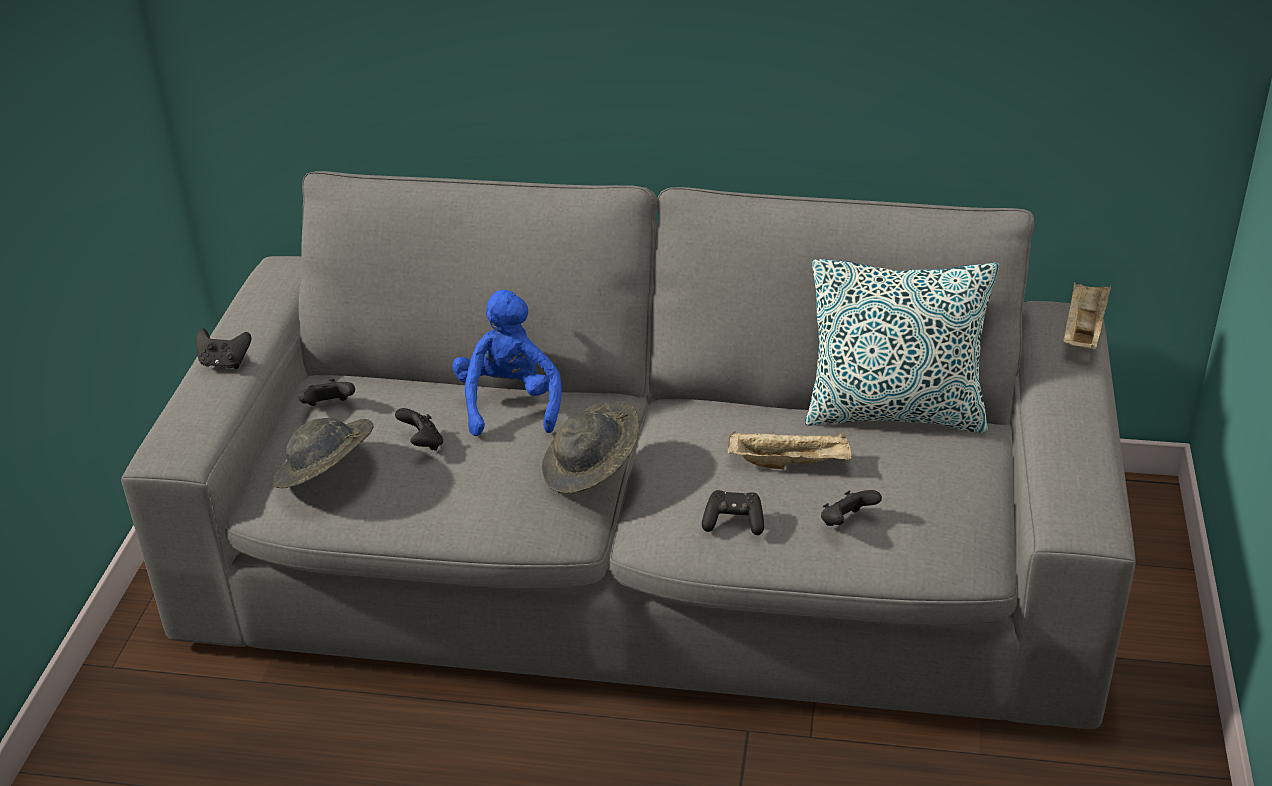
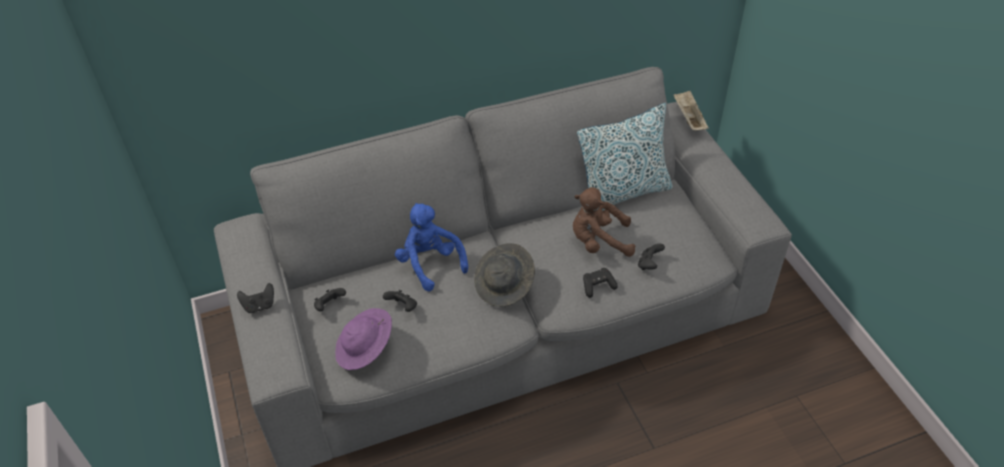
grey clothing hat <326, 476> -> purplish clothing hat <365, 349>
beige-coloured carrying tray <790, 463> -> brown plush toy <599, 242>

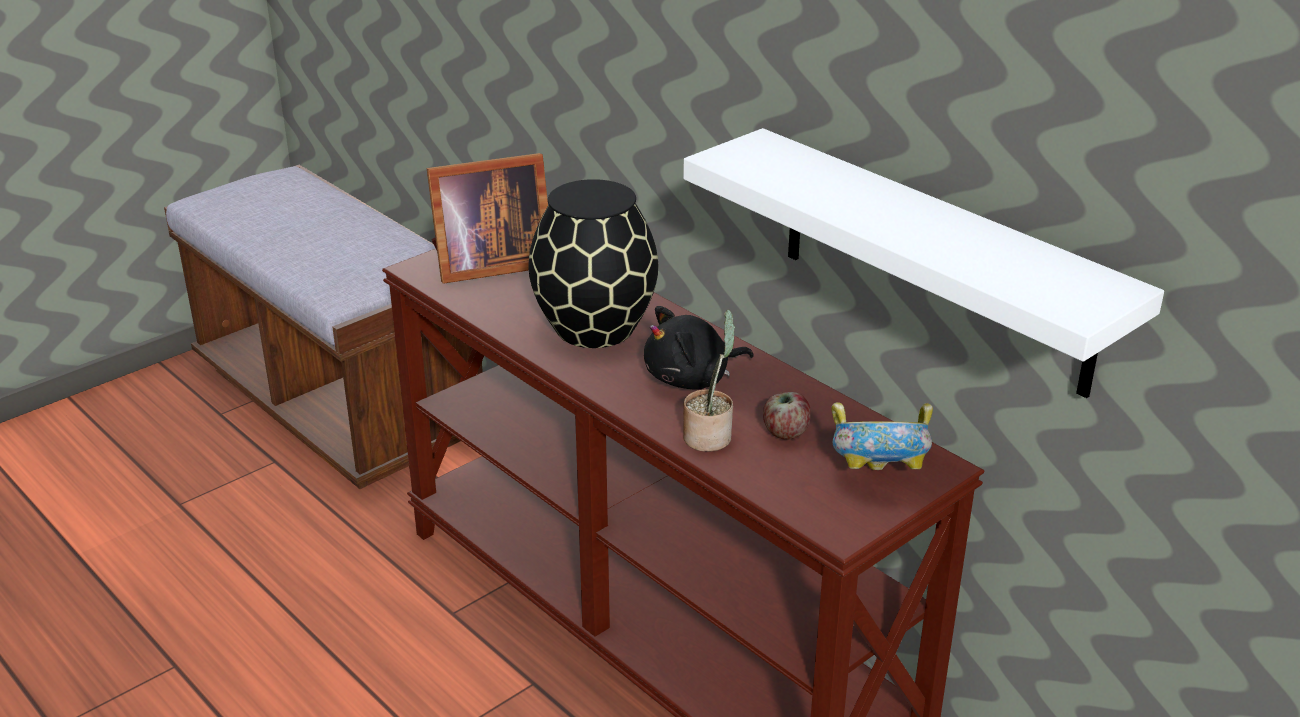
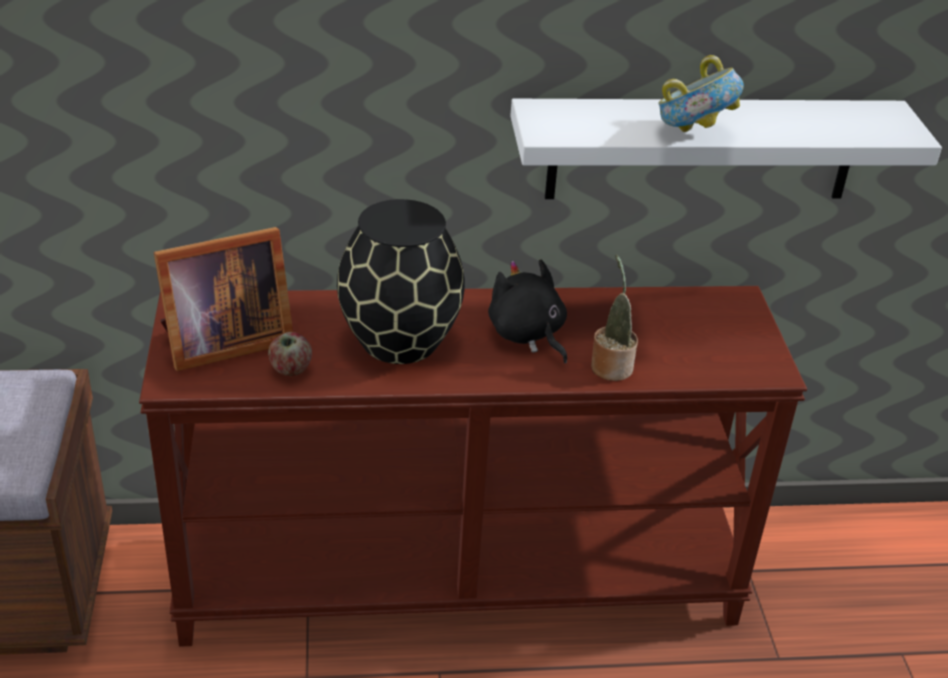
picture frame <487, 264> -> picture frame <222, 343>, 45 degrees clockwise
black-coloured plush toy <692, 379> -> black-coloured plush toy <527, 335>, 135 degrees clockwise
apple fruit <785, 433> -> apple fruit <290, 370>, move
serving bowl <878, 475> -> serving bowl <693, 134>, move

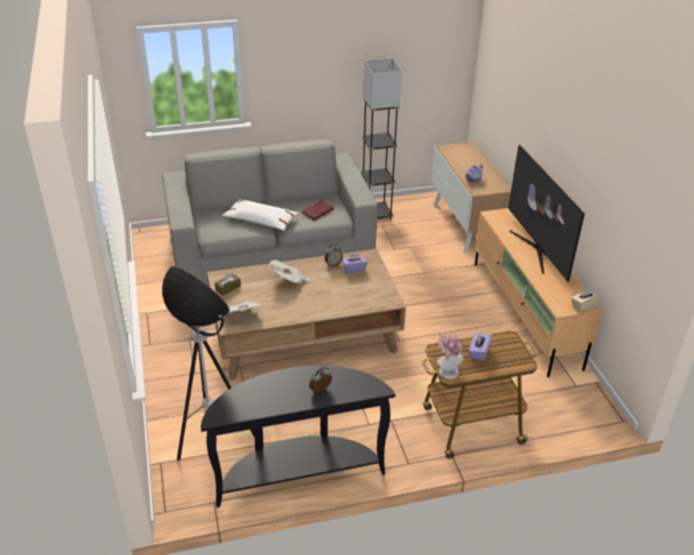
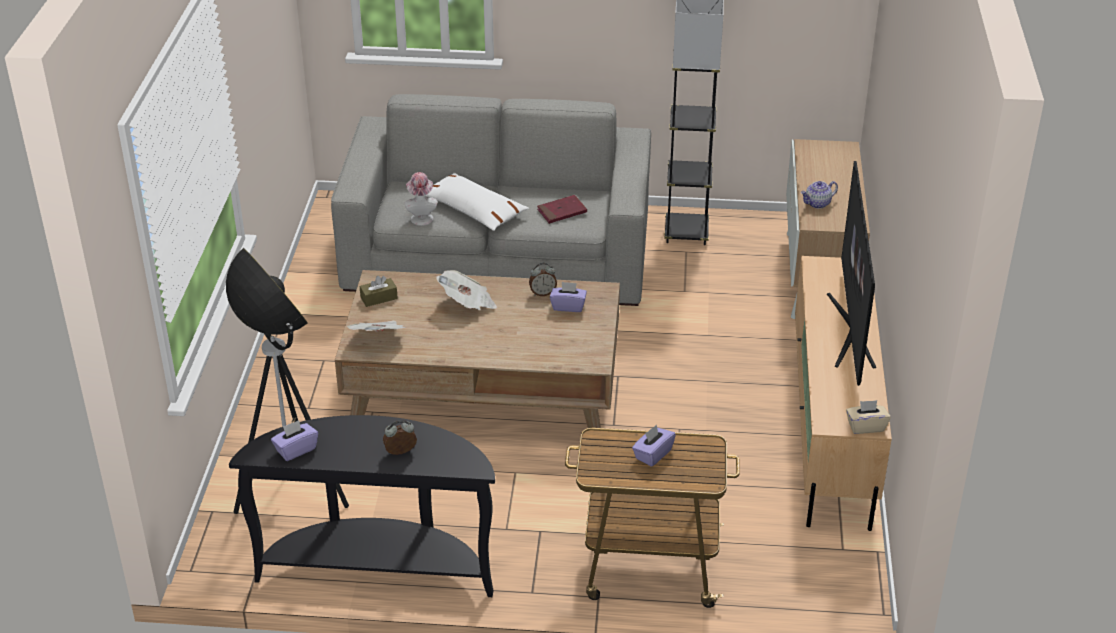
clothing hat <447, 370> -> clothing hat <421, 217>, move
none -> purplish tissue box <296, 449>

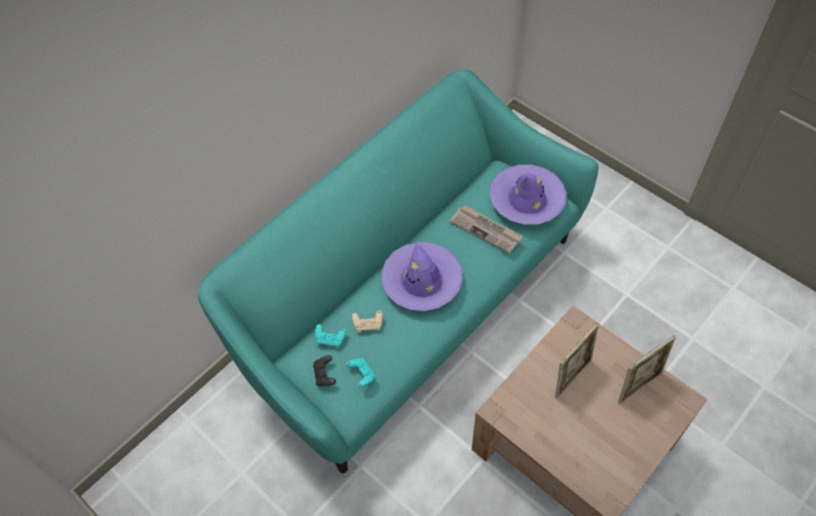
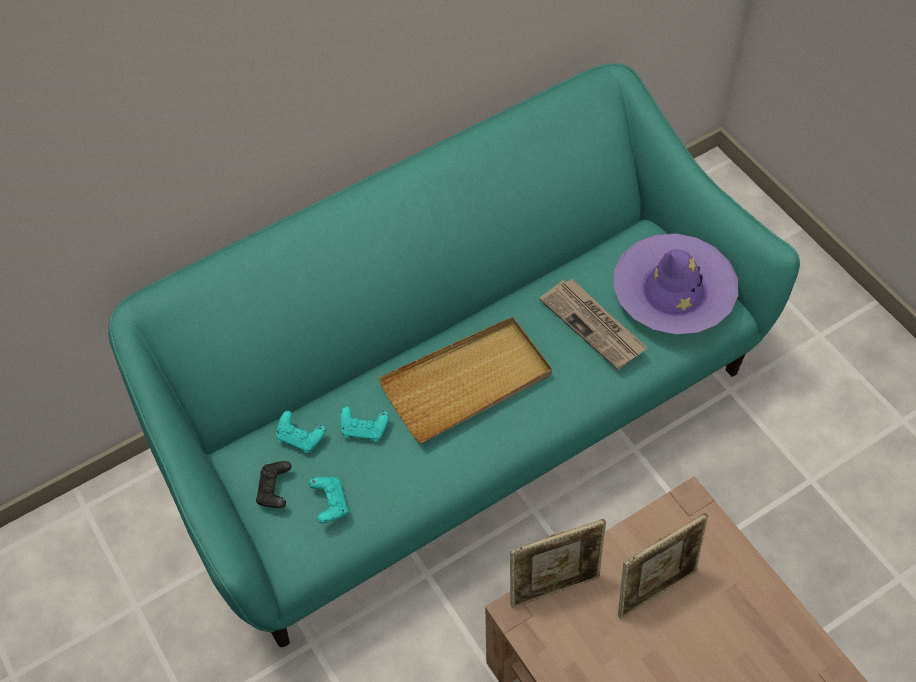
purplish clothing hat <422, 281> -> beige-coloured carrying tray <467, 382>
beige-coloured gamepad <368, 324> -> turquoise-coloured gamepad <364, 429>
picture frame <638, 385> -> picture frame <554, 587>, move

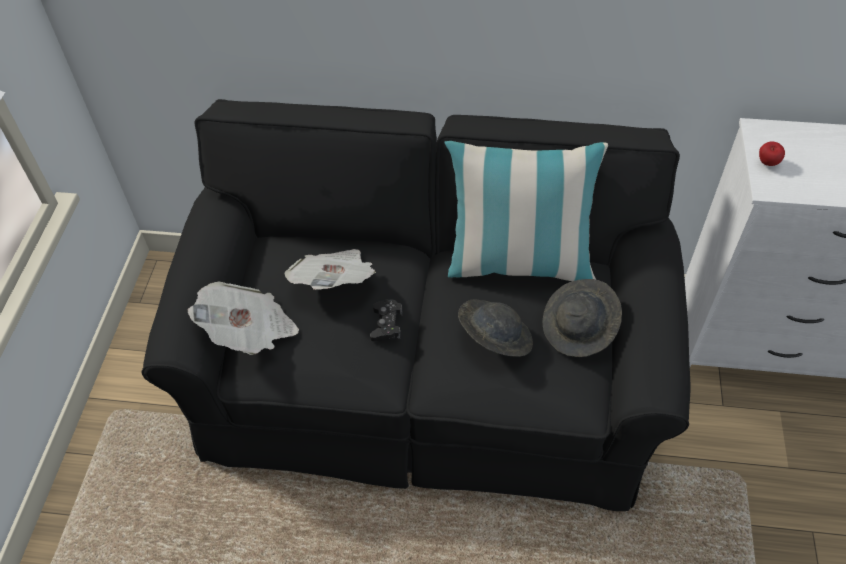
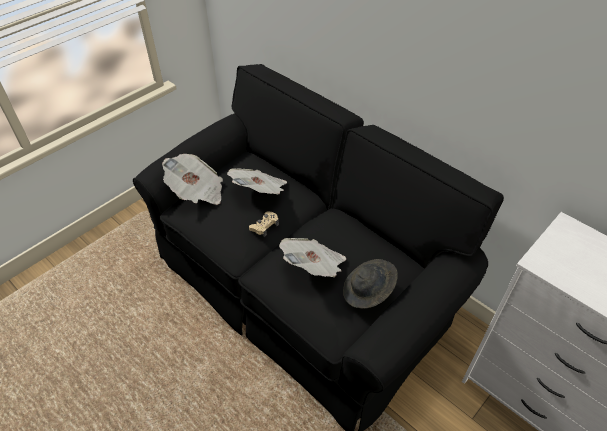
pillow <519, 263> -> none
apple fruit <767, 164> -> none
black-coloured gamepad <386, 324> -> beige-coloured gamepad <264, 226>
grey clothing hat <494, 338> -> daily paper <314, 267>

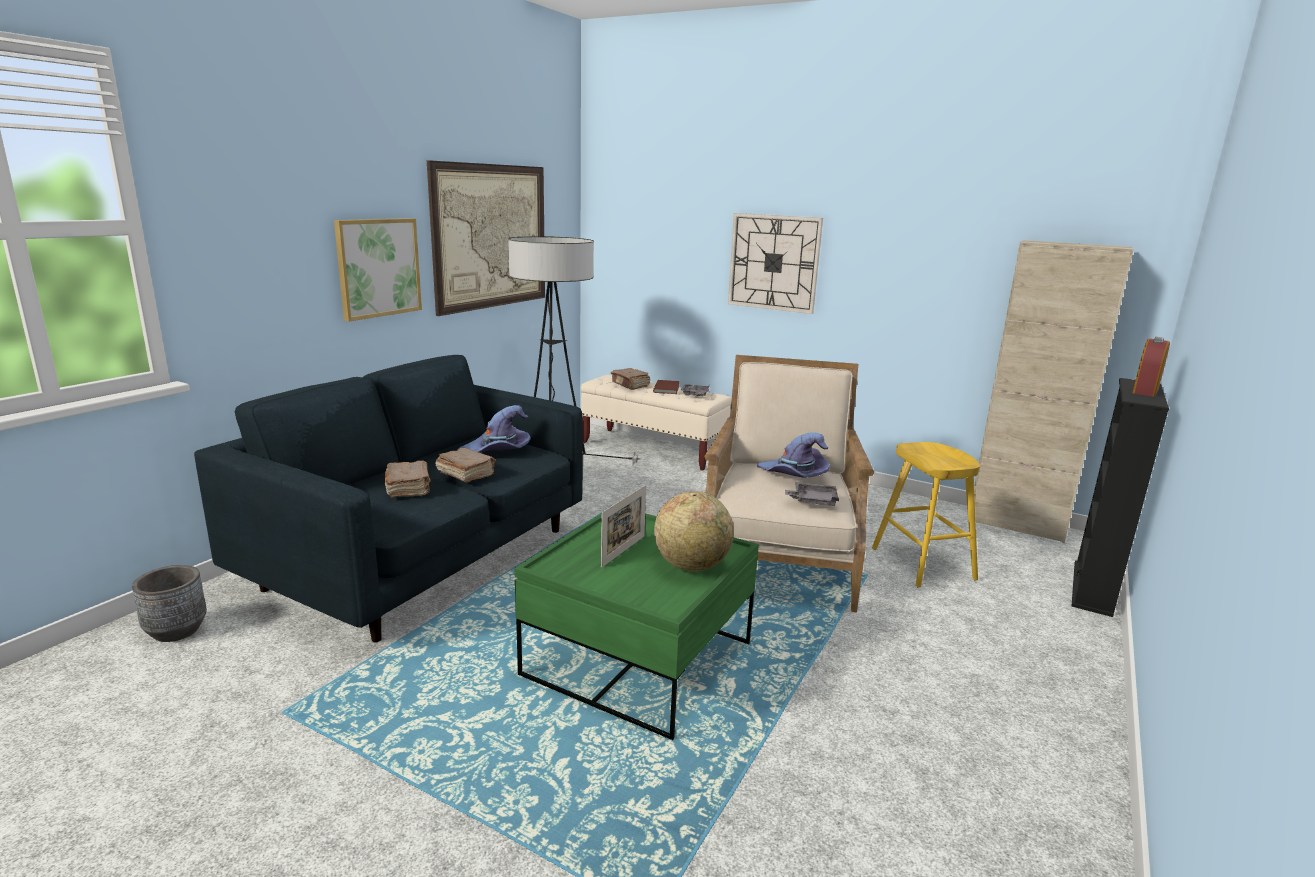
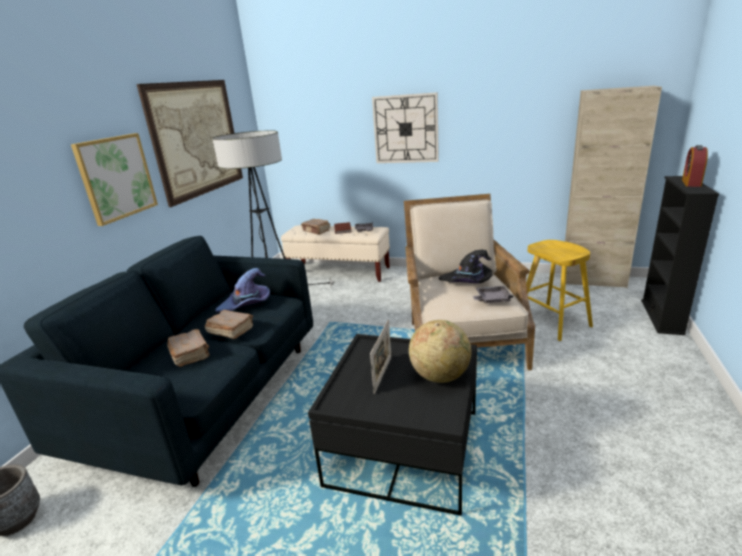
purplish clothing hat <793, 475> -> black-coloured clothing hat <467, 282>
green-coloured low table <638, 659> -> black-coloured low table <403, 448>

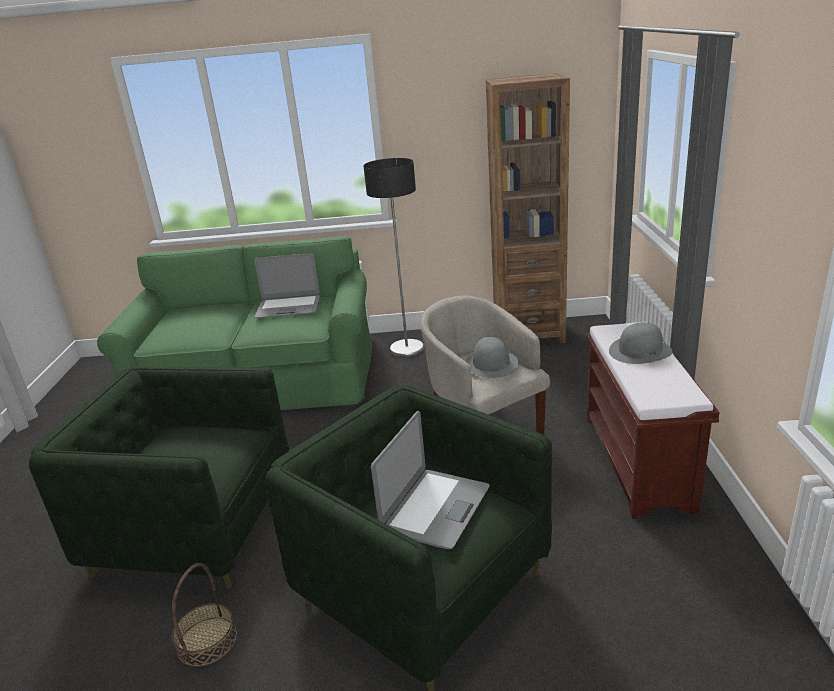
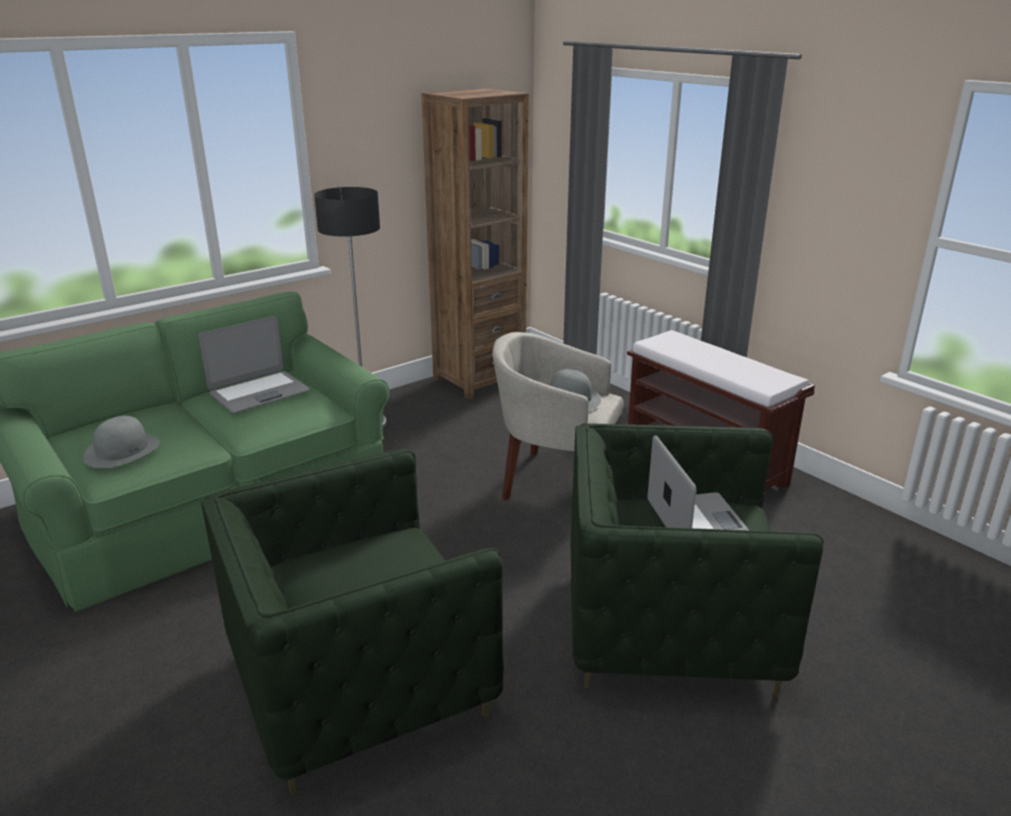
grey clothing hat <640, 351> -> grey clothing hat <122, 450>, move
basket <207, 641> -> none

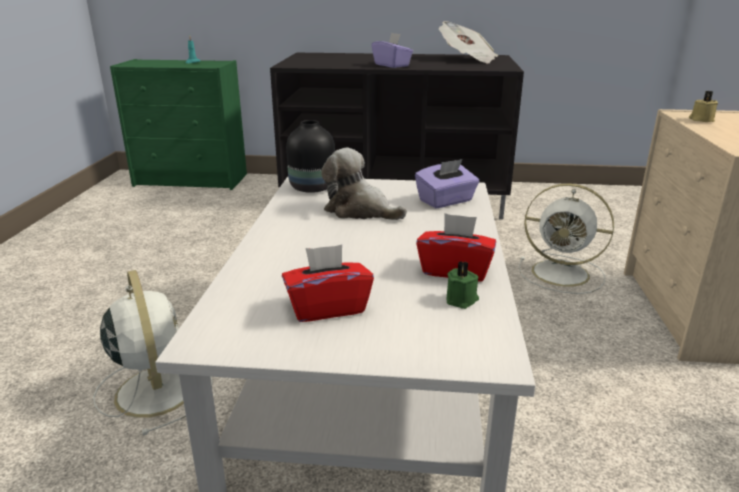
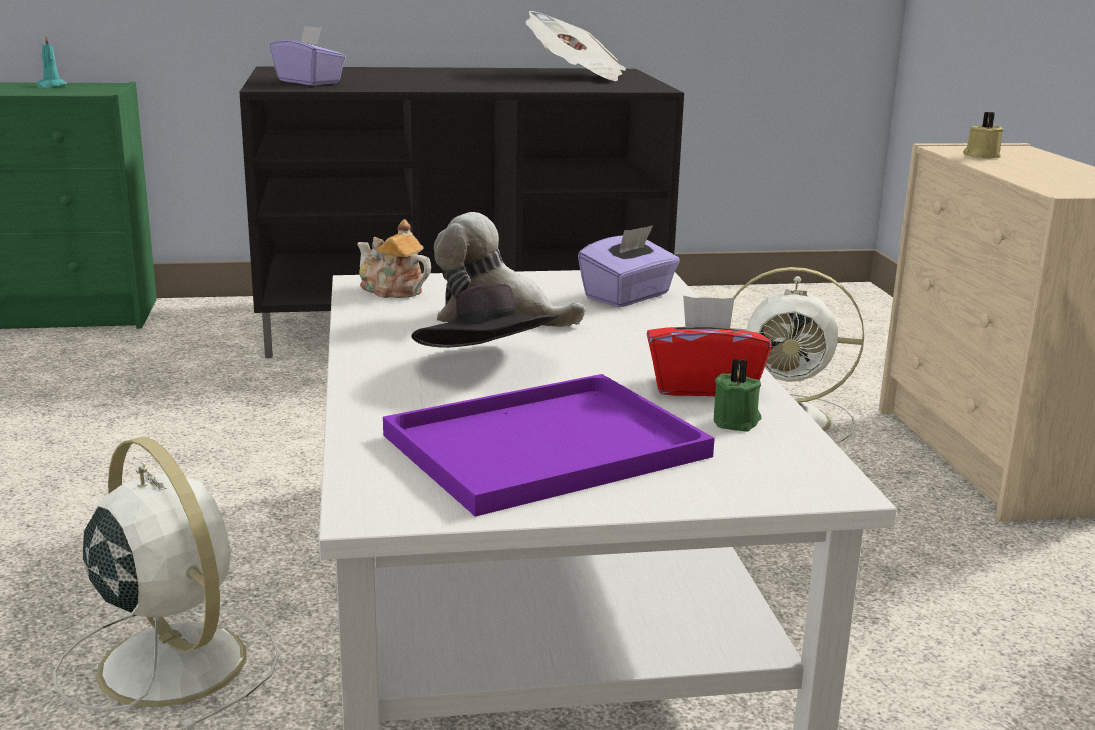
purplish tissue box <392, 65> -> purplish tissue box <309, 82>, move
black-coloured vase <312, 188> -> pot for tea <391, 291>
reddish tissue box <327, 308> -> purplish carrying tray <542, 448>
none -> black-coloured clothing hat <487, 366>

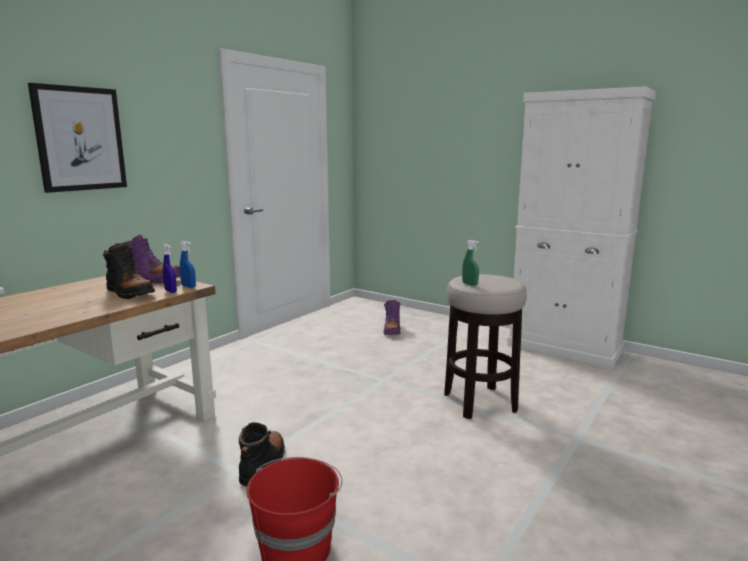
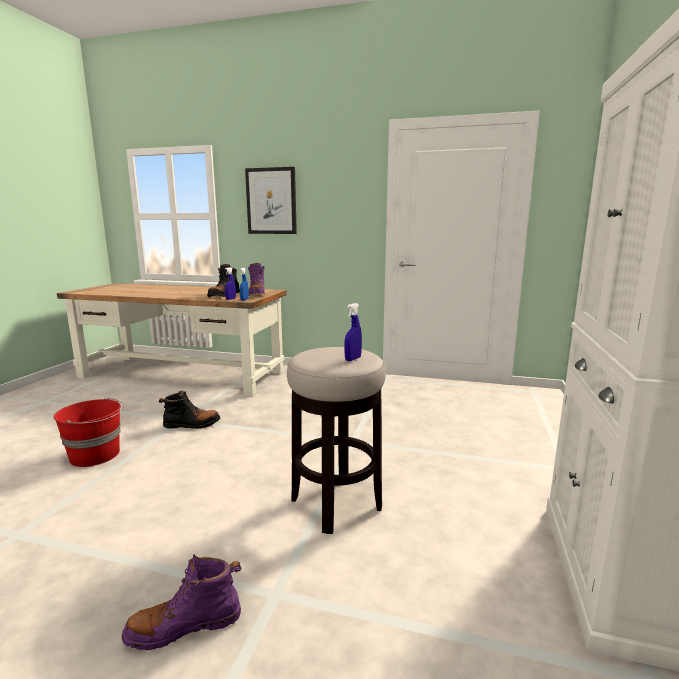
green-coloured hand sprayer <469, 284> -> none
purplish tall boot <392, 330> -> purplish tall boot <185, 626>, move
none -> blue-coloured hand sprayer <353, 359>

